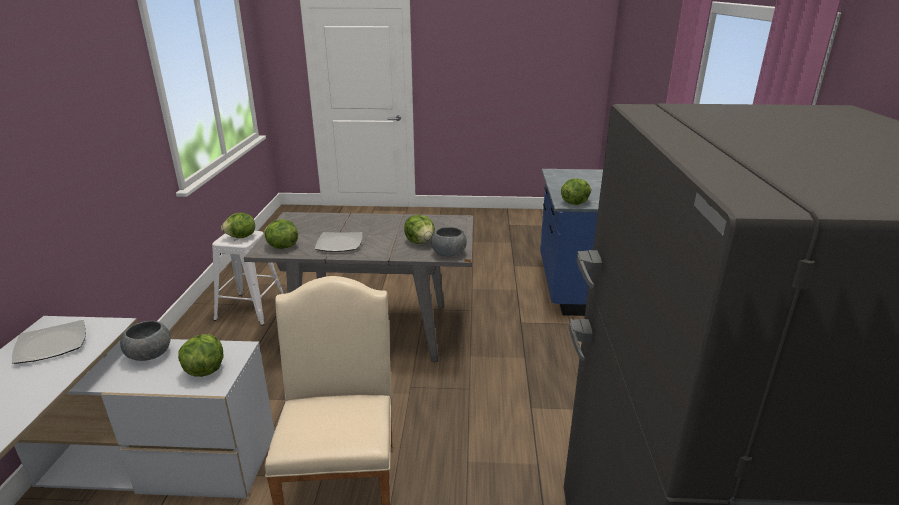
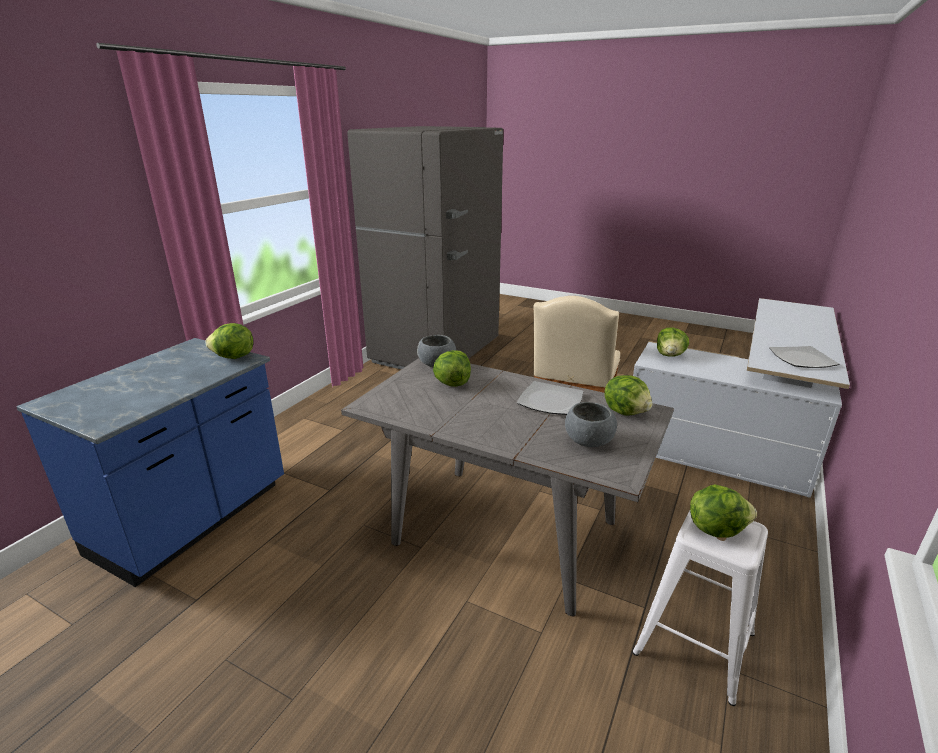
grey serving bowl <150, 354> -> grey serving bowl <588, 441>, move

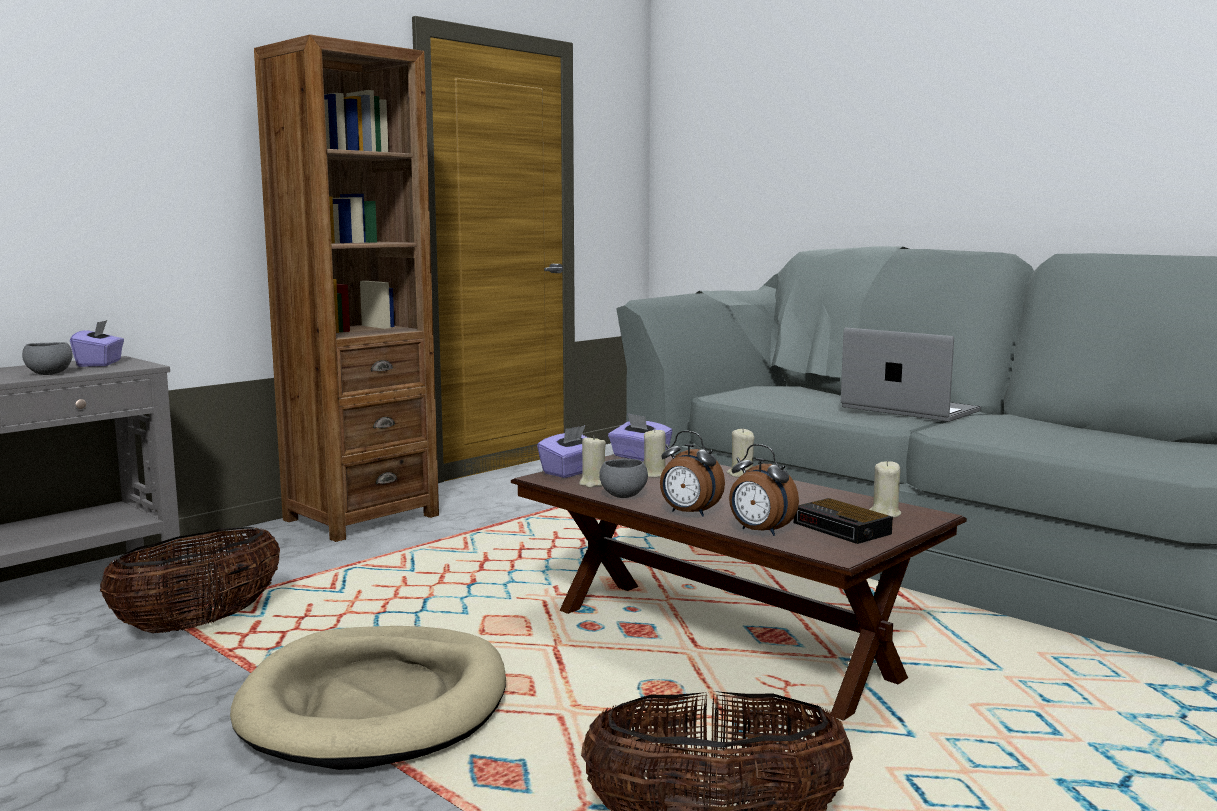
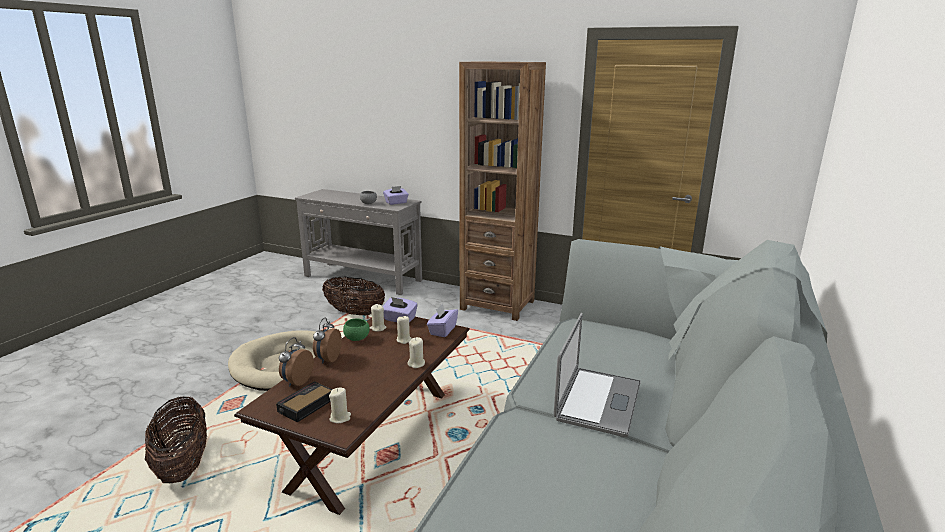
grey serving bowl <623, 495> -> green-coloured serving bowl <357, 339>

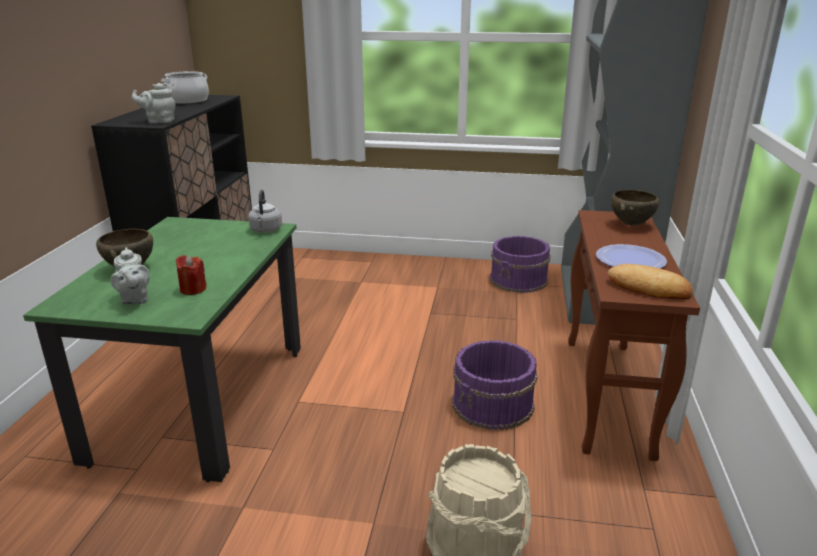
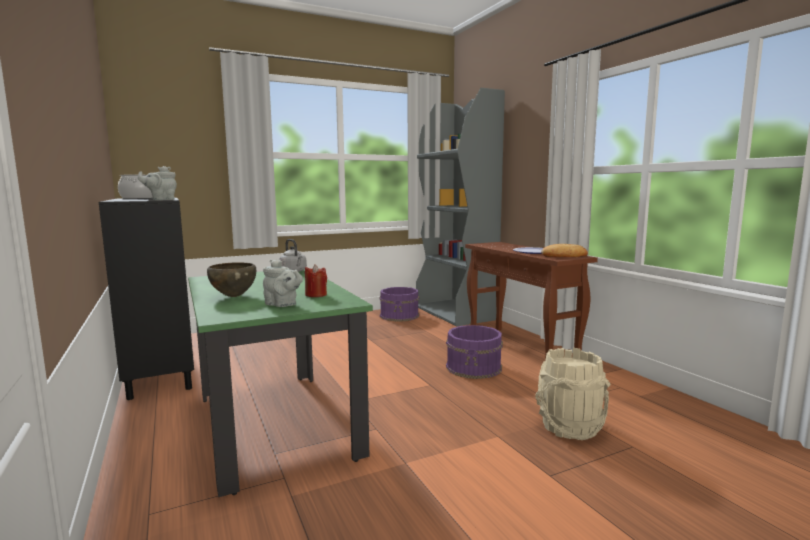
brown serving bowl <631, 225> -> none

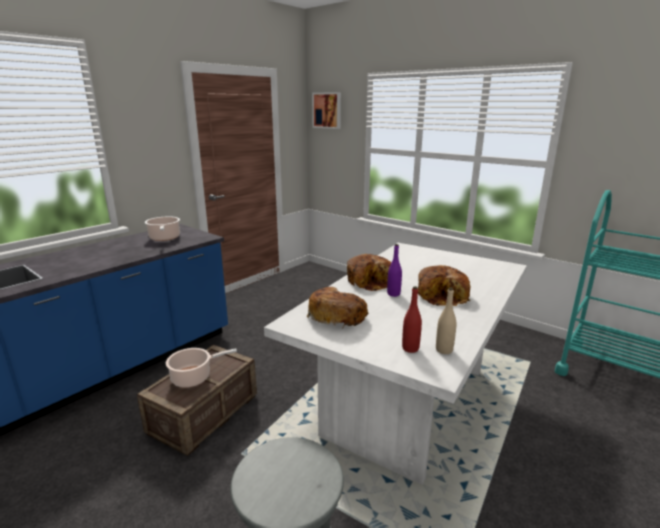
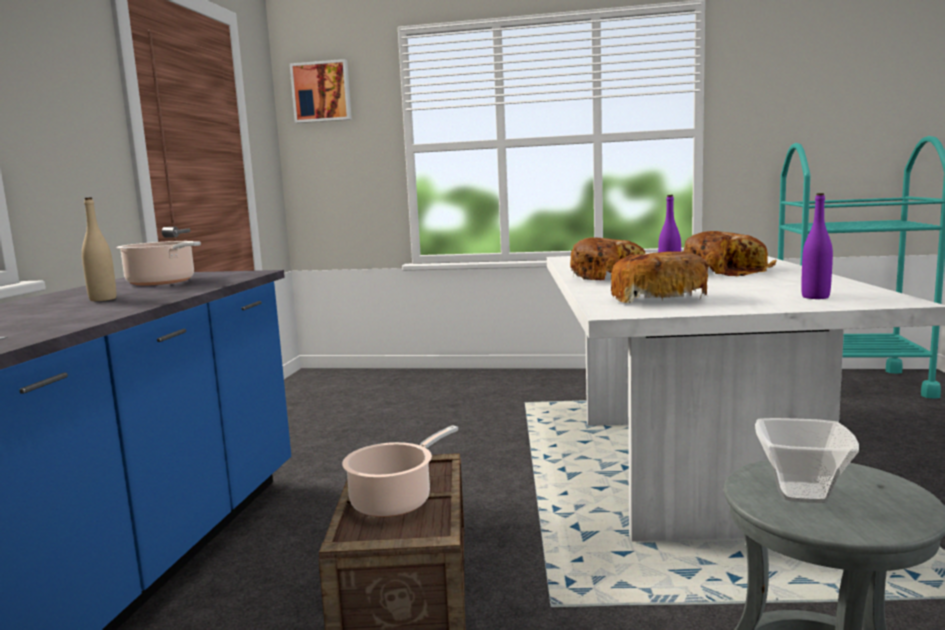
reddish beverage bottle <410, 348> -> purplish beverage bottle <815, 297>
beige-coloured beverage bottle <444, 350> -> beige-coloured beverage bottle <103, 299>, move
none -> serving bowl <800, 492>

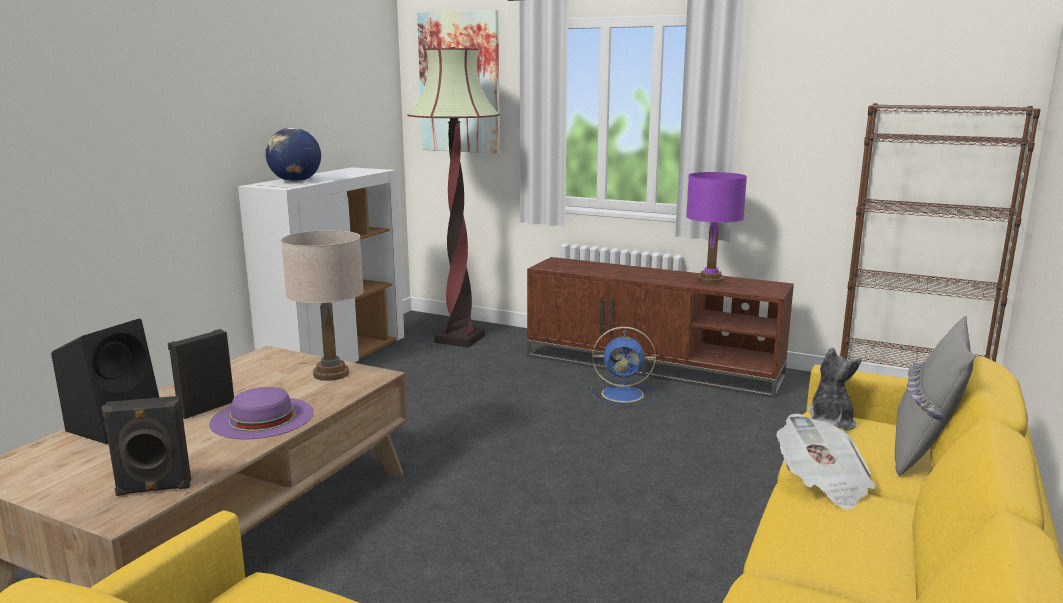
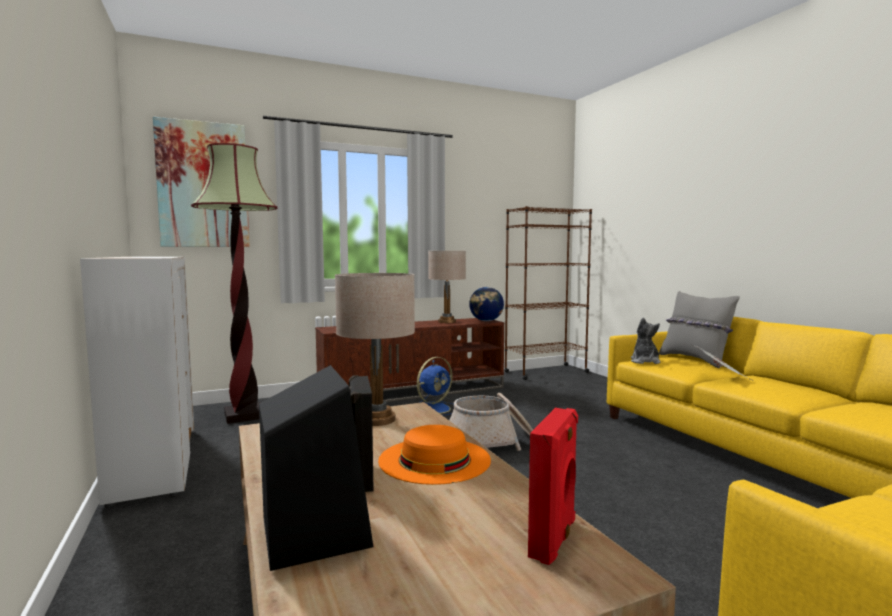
world globe <295, 181> -> world globe <486, 321>, move
purplish table lamp <710, 280> -> beige-coloured table lamp <447, 321>
plush toy <829, 422> -> plush toy <644, 361>, 45 degrees clockwise
purplish clothing hat <262, 417> -> orange clothing hat <434, 459>
black-coloured audio speaker <154, 489> -> reddish audio speaker <554, 539>
none -> basket <491, 441>

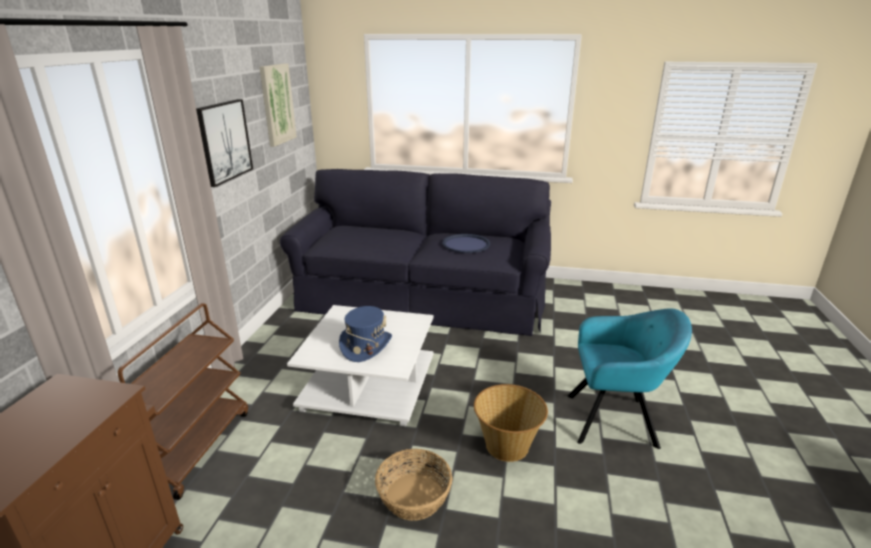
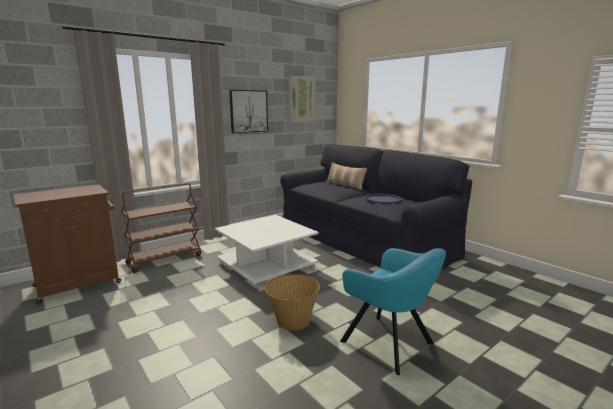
blue-coloured clothing hat <366, 345> -> none
basket <413, 496> -> none
none -> pillow <345, 185>

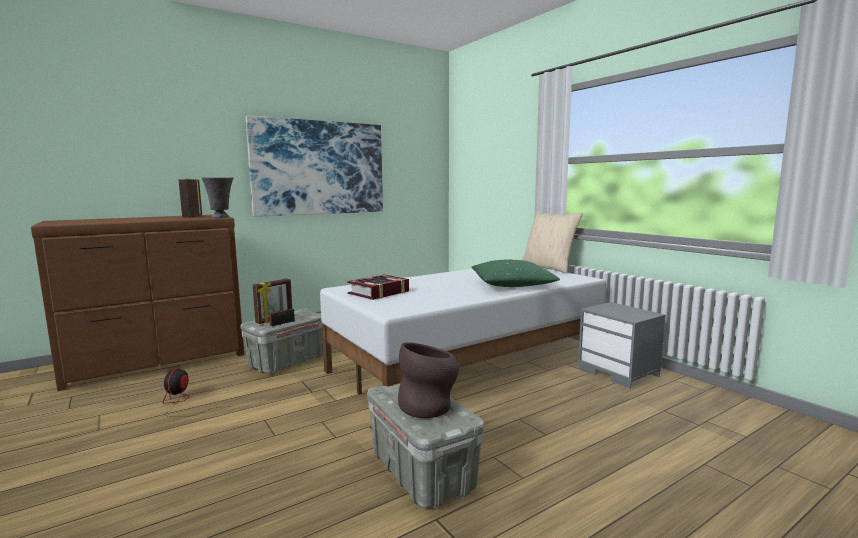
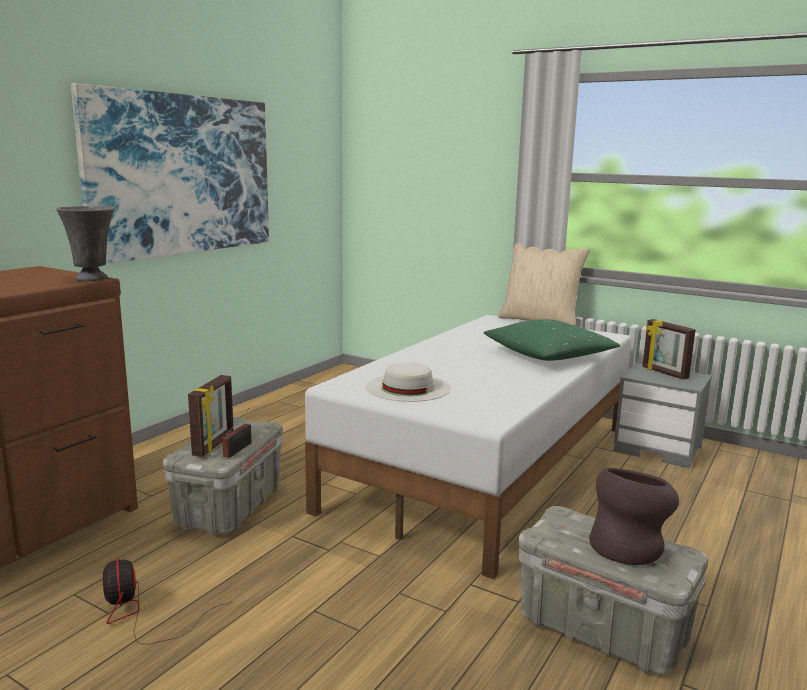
picture frame <192, 217> -> picture frame <664, 373>, move
volume <379, 293> -> whitish clothing hat <407, 387>

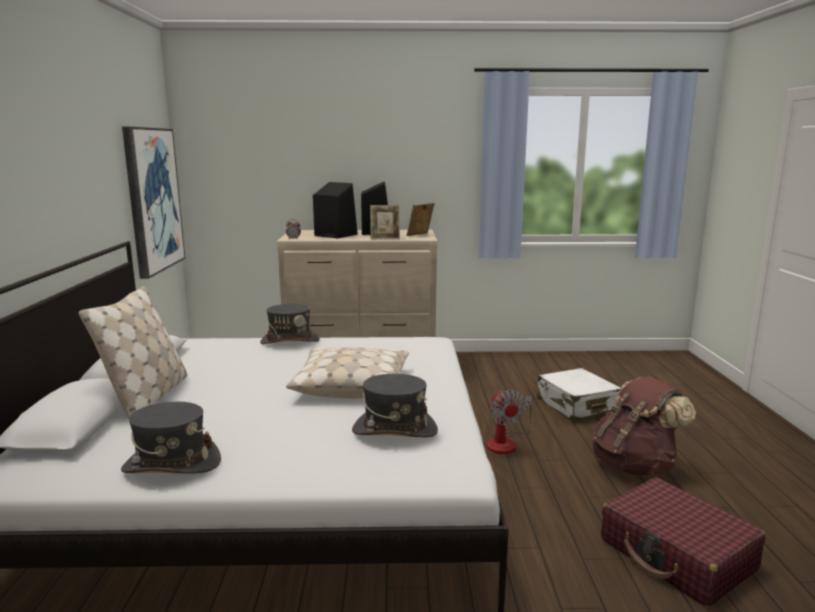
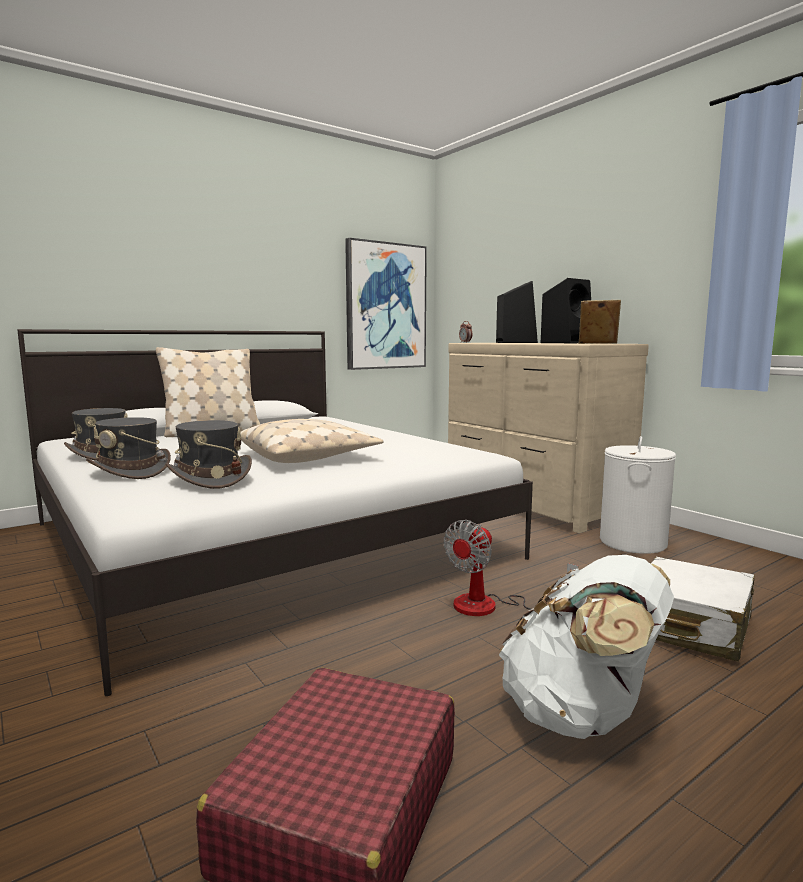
picture frame <385, 238> -> none
grey clothing hat <290, 341> -> grey clothing hat <130, 471>, move
brown rucksack <634, 466> -> whitish rucksack <581, 715>
none -> whitish washing basket <632, 542>

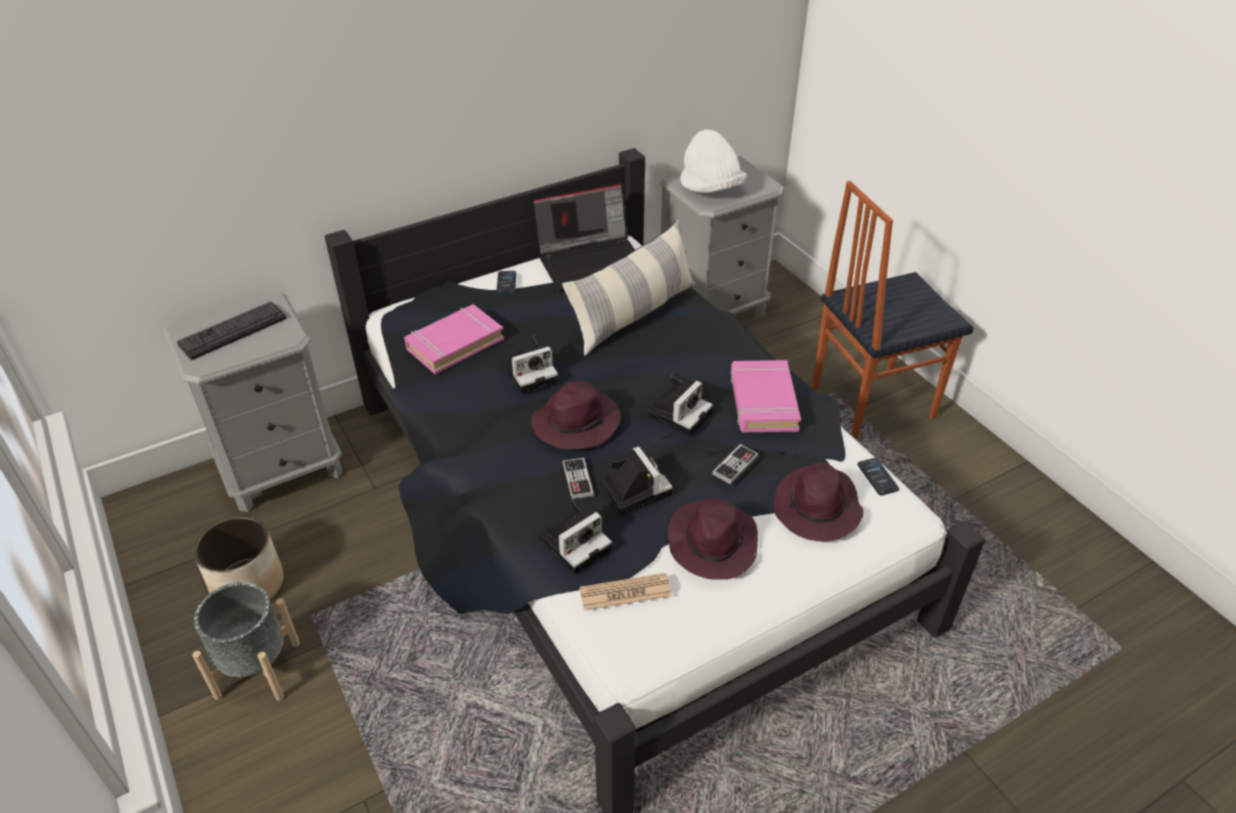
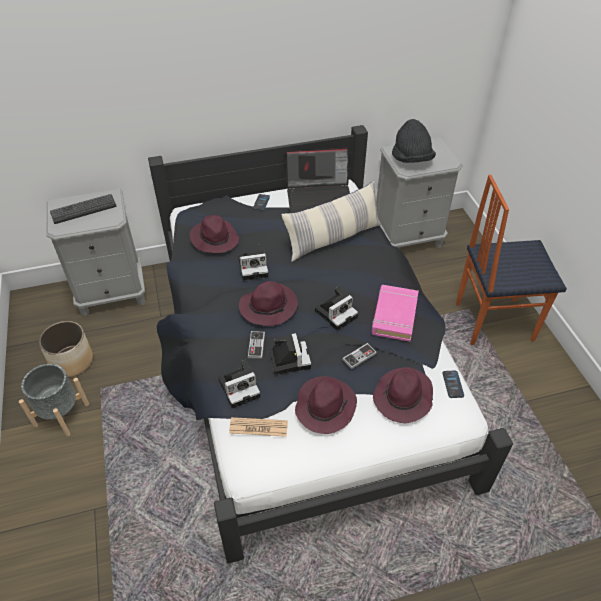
whitish clothing hat <710, 189> -> black-coloured clothing hat <411, 159>
pink-coloured volume <454, 344> -> purplish clothing hat <214, 239>

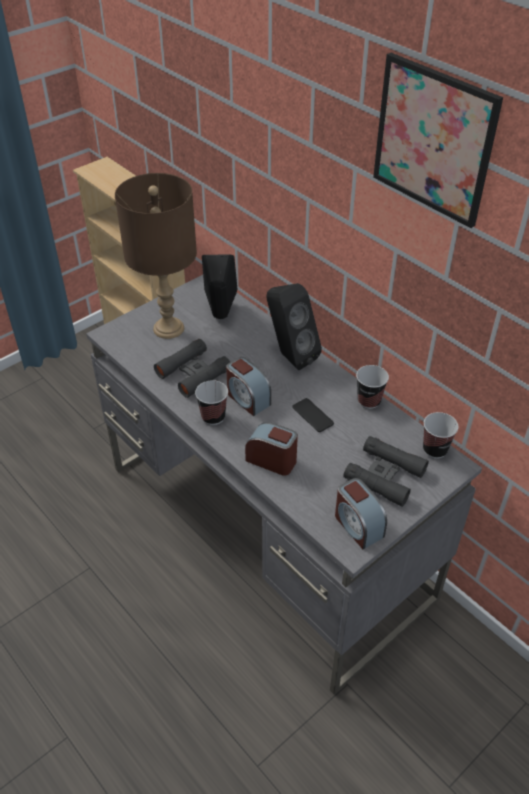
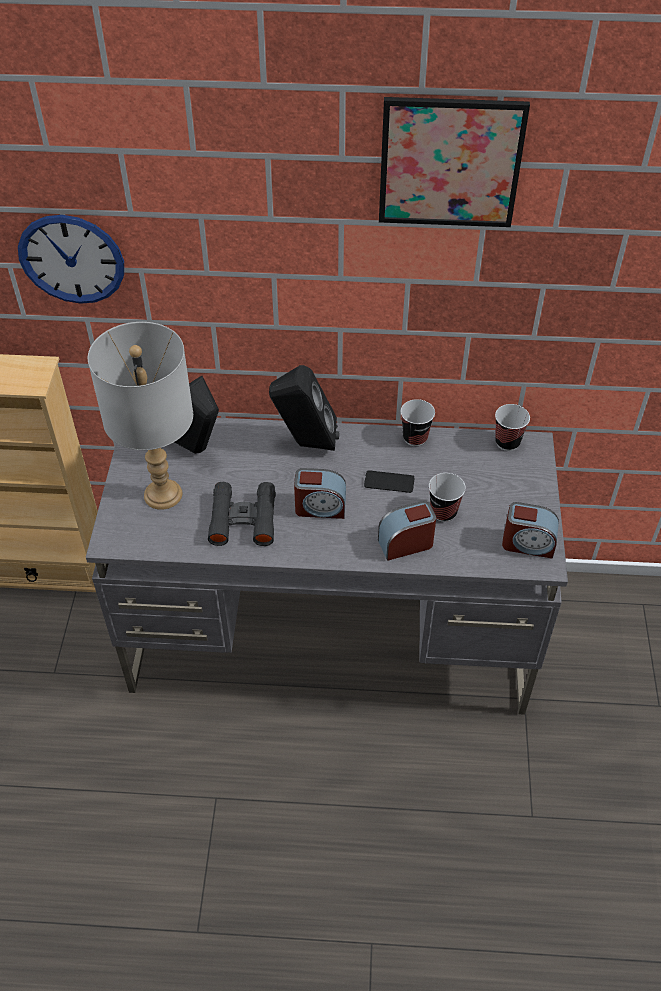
brown table lamp <168, 328> -> grey table lamp <162, 494>
small cup <213, 417> -> small cup <443, 512>, move
black-coloured binoculars <384, 475> -> none
none -> hanging clock <72, 259>

